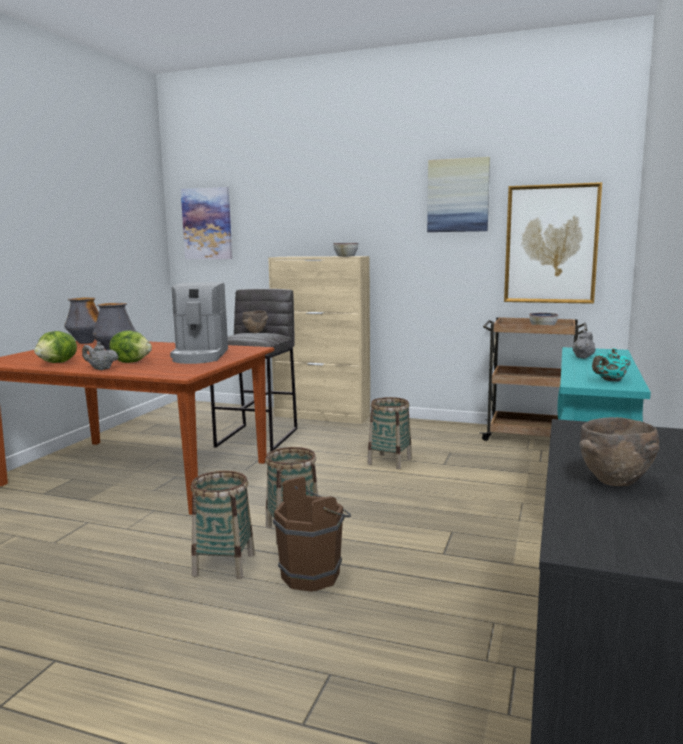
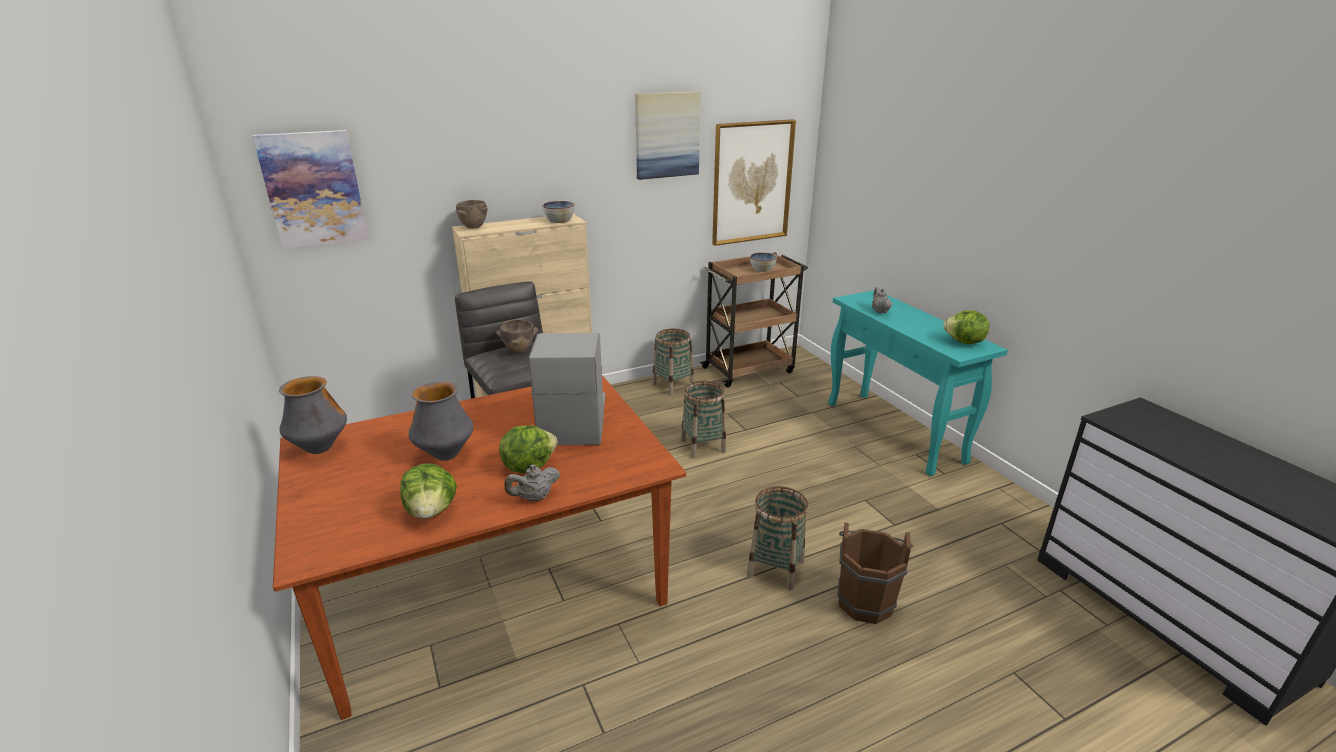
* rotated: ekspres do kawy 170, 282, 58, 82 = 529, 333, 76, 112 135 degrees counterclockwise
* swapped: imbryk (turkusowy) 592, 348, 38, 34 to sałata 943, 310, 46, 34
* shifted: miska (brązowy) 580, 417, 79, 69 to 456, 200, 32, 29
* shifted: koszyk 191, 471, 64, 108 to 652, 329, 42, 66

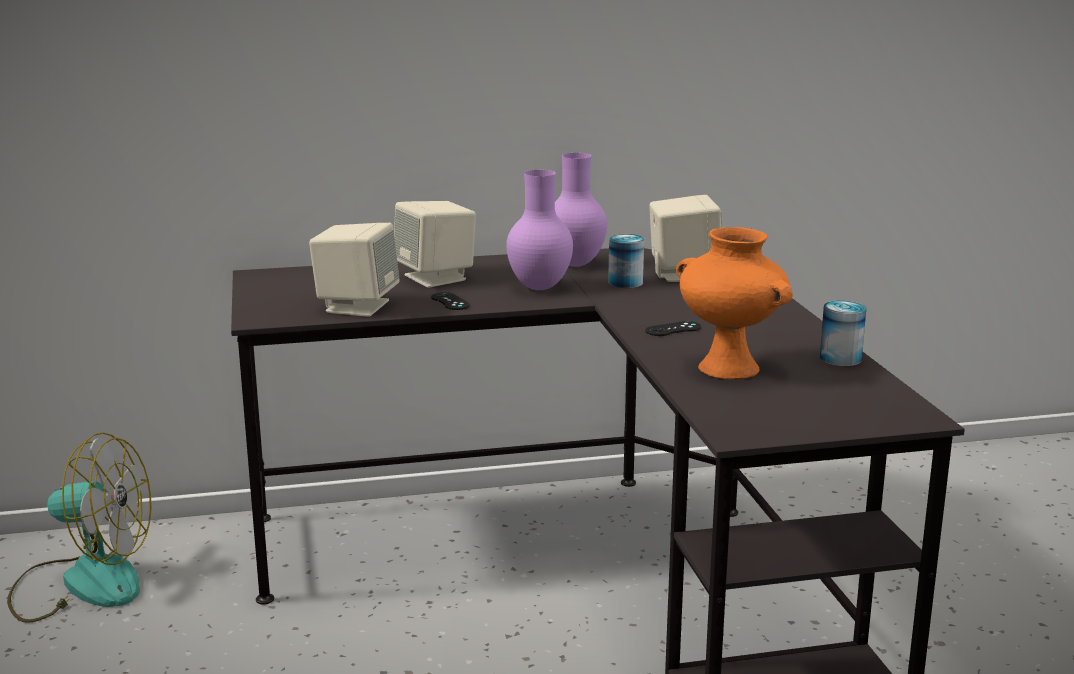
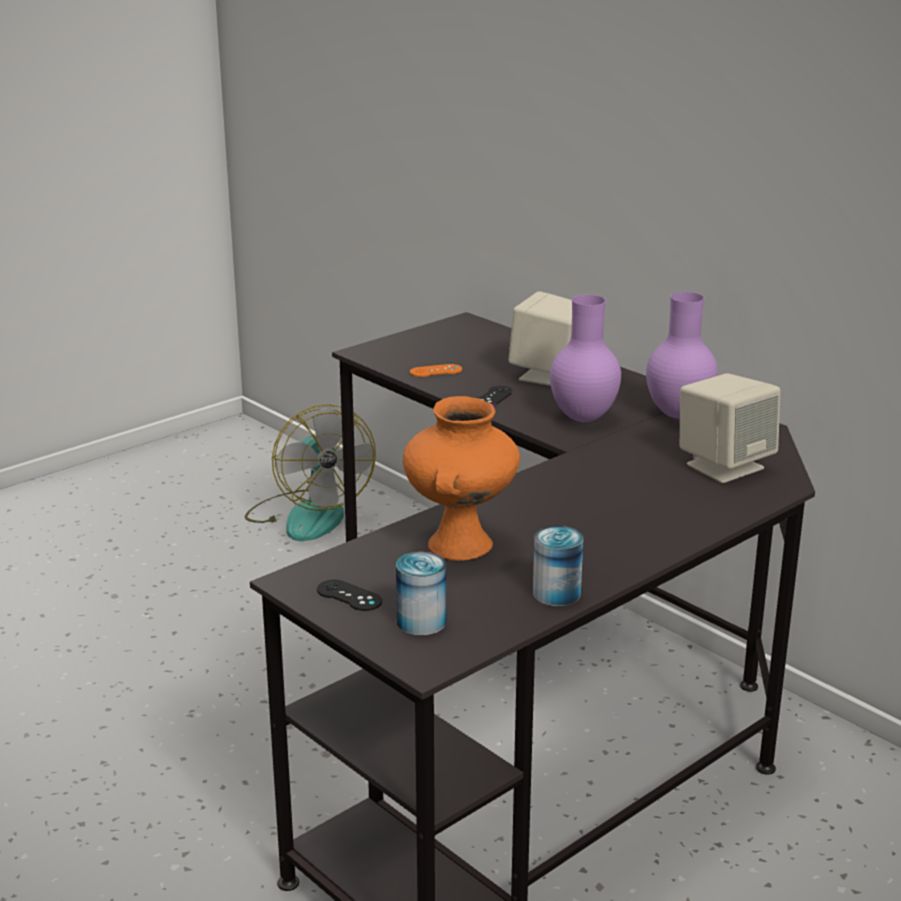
* swapped: głośnik (beżowy) 309, 223, 91, 94 to pad do gier (pomarańczowy) 410, 364, 52, 13
* shifted: puszka 608, 234, 36, 54 to 396, 552, 50, 83
* shifted: pad do gier (czarny) 645, 321, 56, 15 to 317, 580, 65, 31

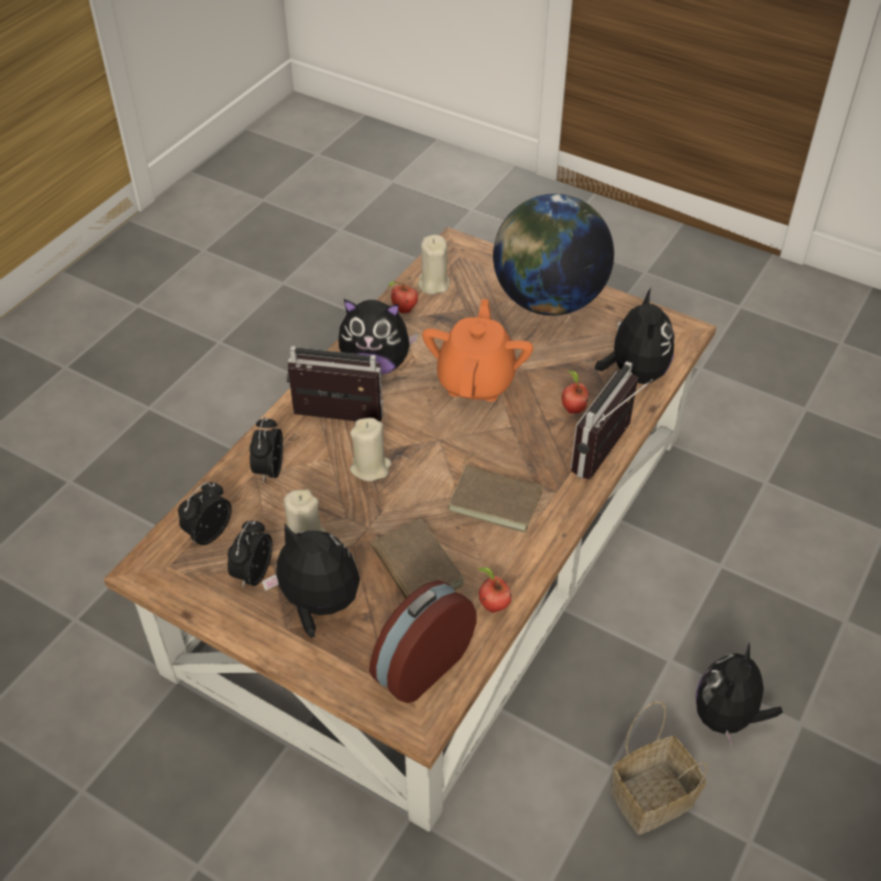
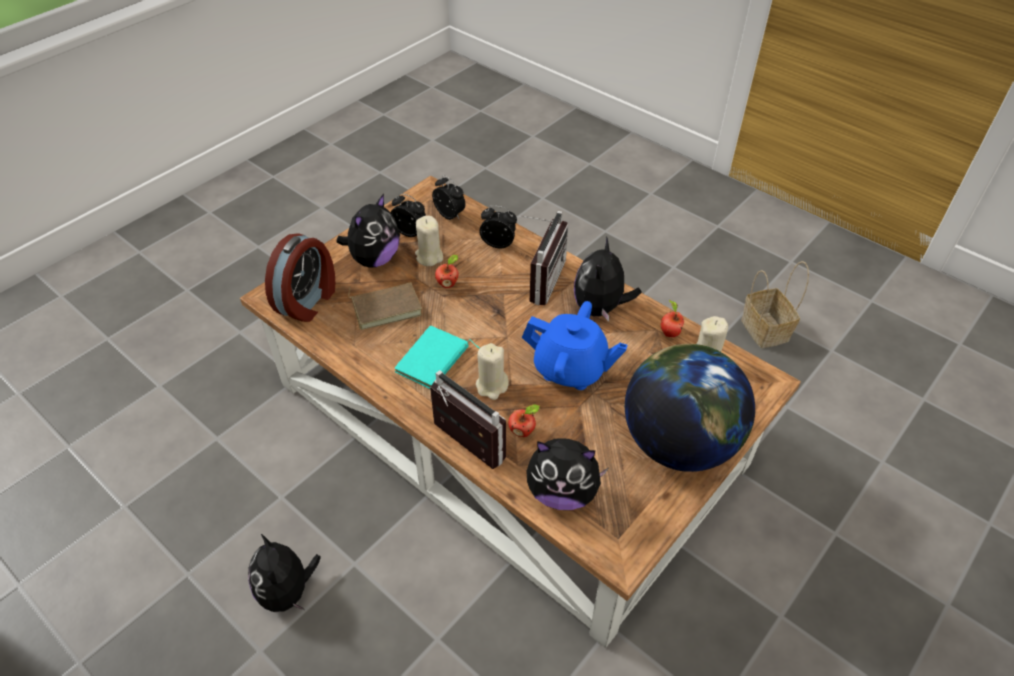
* repainted: imbryk (pomarańczowy) 422, 299, 111, 103 to imbryk (niebieski) 522, 301, 105, 89
* shifted: świeca (beżowy) 350, 418, 42, 63 to 476, 343, 33, 57
* repainted: książka (brązowy) 447, 453, 96, 80 to książka (turkusowy) 394, 326, 86, 63
* shifted: jabłko 478, 567, 34, 46 to 435, 255, 24, 33
* rotated: budzik 369, 580, 107, 123 = 265, 233, 70, 89 60 degrees clockwise
* rotated: pluszak 696, 643, 87, 105 = 248, 534, 73, 78 150 degrees counterclockwise
* shifted: koszyk 611, 701, 97, 134 to 741, 261, 68, 87

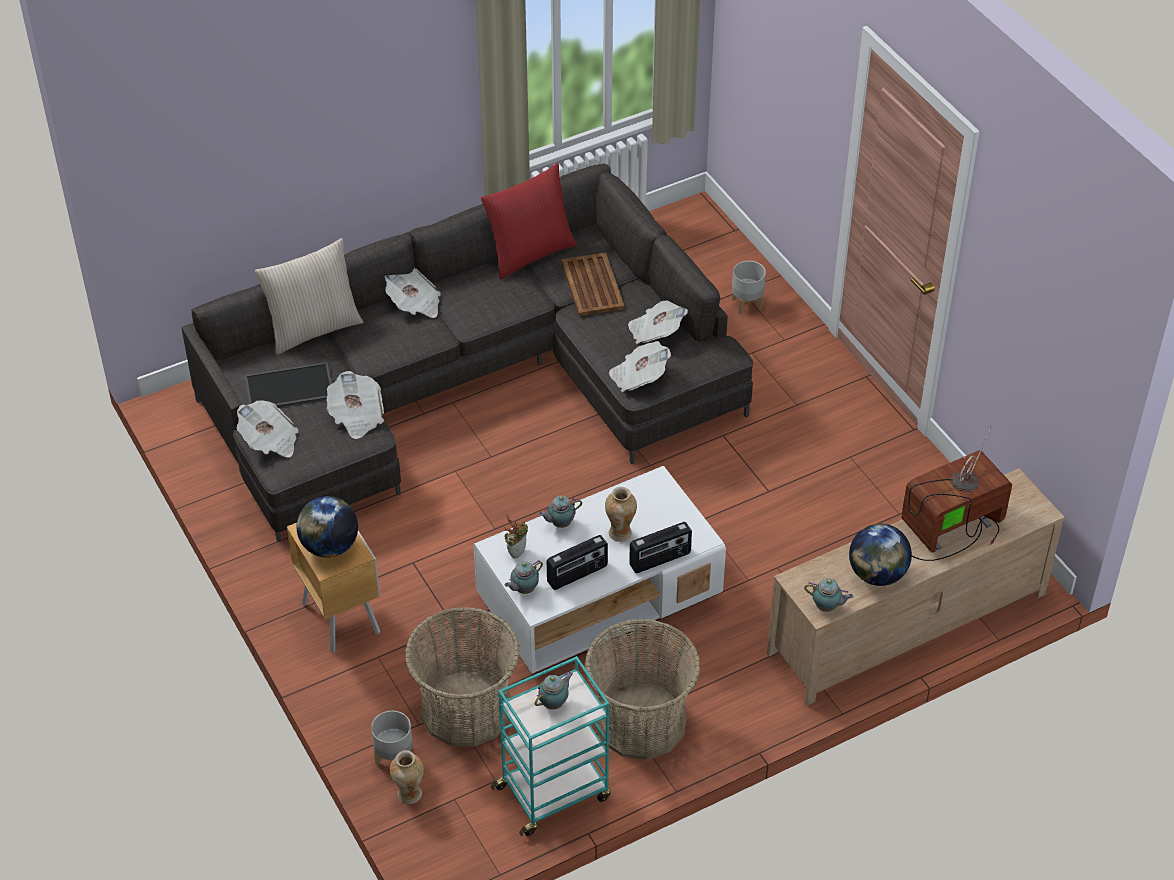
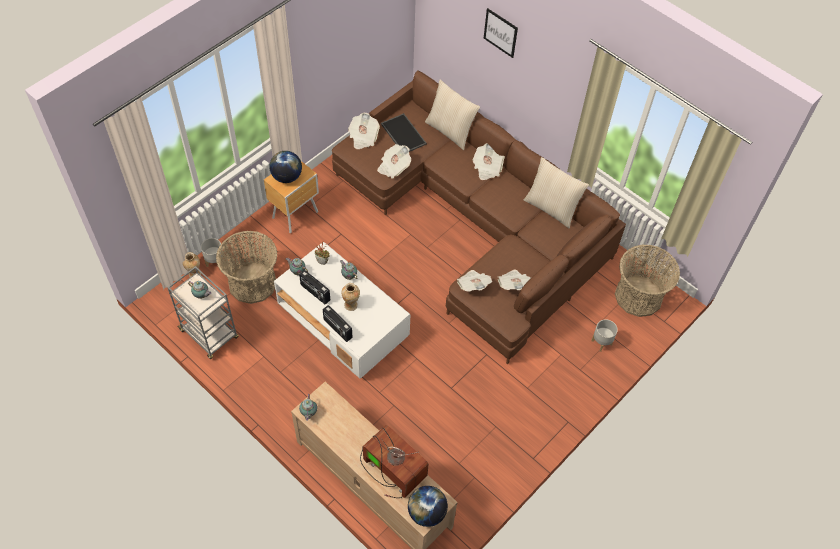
* repainted: kanapa (szary) 181, 163, 572, 379 to kanapa (brązowy) 332, 70, 294, 294
* repainted: poduszka (czerwony) 481, 163, 96, 116 to poduszka (beżowy) 524, 157, 65, 71
* gone: taca (brązowy) 561, 252, 63, 64
* shifted: globus 849, 524, 63, 62 to 408, 486, 40, 41
* shifted: koszyk 585, 618, 116, 142 to 615, 245, 65, 72
* repainted: wózek (turkusowy) 491, 656, 120, 180 to wózek (szary) 167, 266, 72, 93
* new: obraz 484, 8, 34, 50

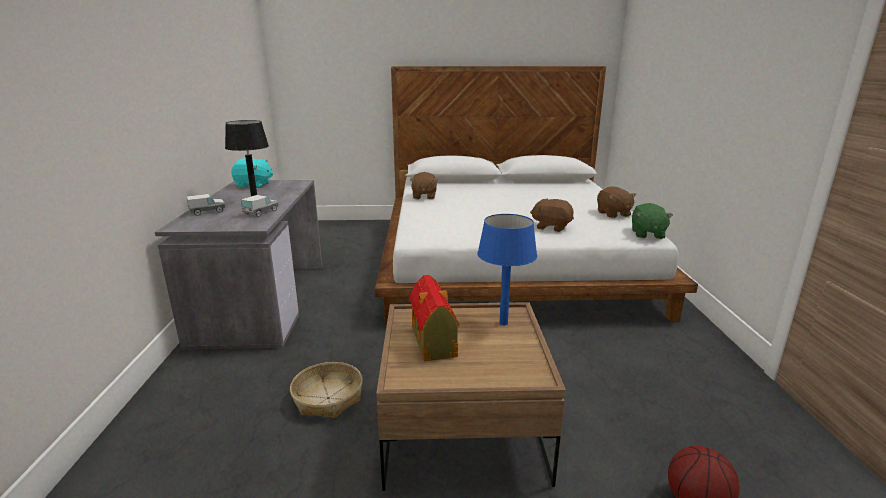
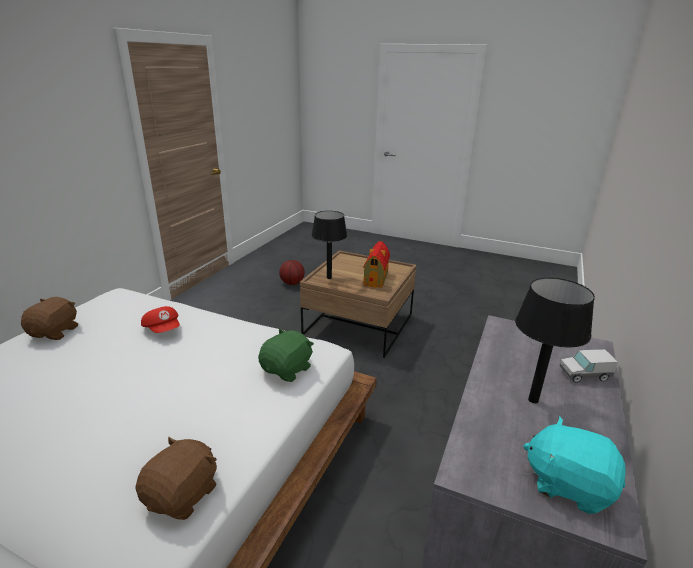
* gone: ciężarówka zabawkowa 240, 195, 38, 22
* swapped: pluszak (brązowy) 530, 199, 44, 33 to czapka z daszkiem (czerwony) 141, 306, 39, 27
* shifted: pluszak (zielony) 632, 203, 41, 36 to 258, 329, 56, 53
* repainted: lampa stołowa (niebieski) 477, 214, 60, 111 to lampa stołowa (czarny) 311, 211, 36, 68
* gone: koszyk 290, 362, 73, 57

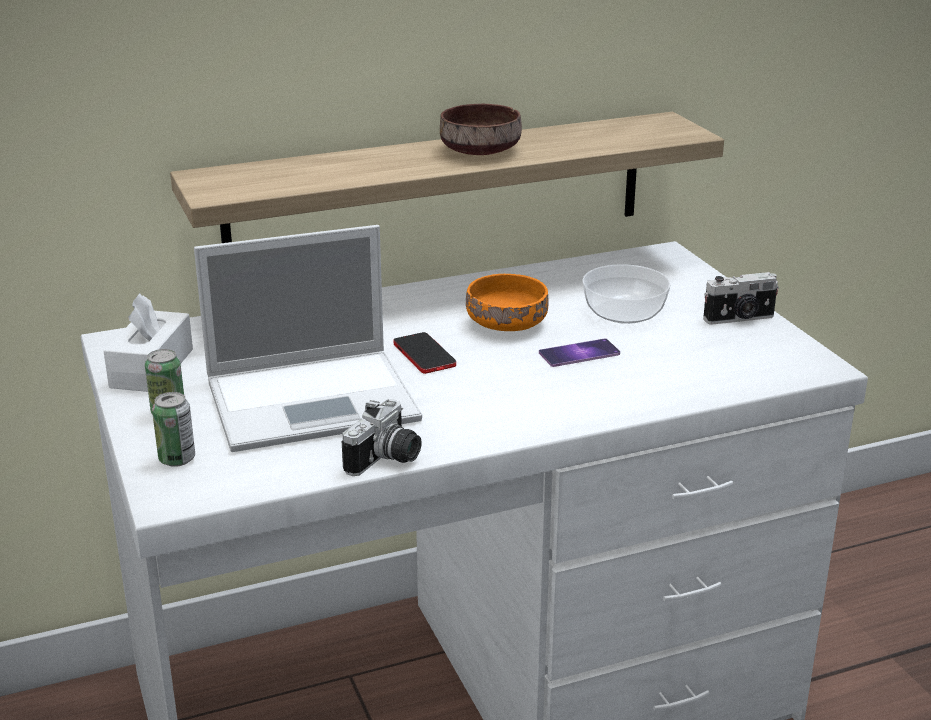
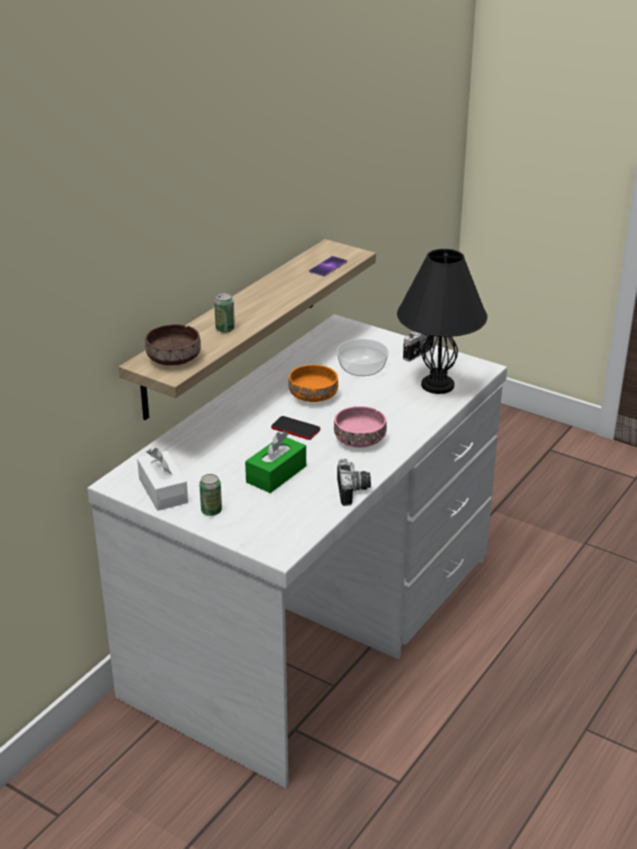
* shifted: miska (brązowy) 440, 104, 82, 51 to 145, 324, 56, 42
* swapped: laptop 194, 225, 228, 227 to pudełko chusteczek (zielony) 245, 431, 61, 62
* shifted: telefon 539, 338, 81, 29 to 309, 256, 38, 20
* shifted: puszka 152, 392, 43, 75 to 214, 293, 21, 40
* new: lampa stołowa (czarny) 397, 249, 91, 145
* new: miska (różowy) 334, 406, 53, 41

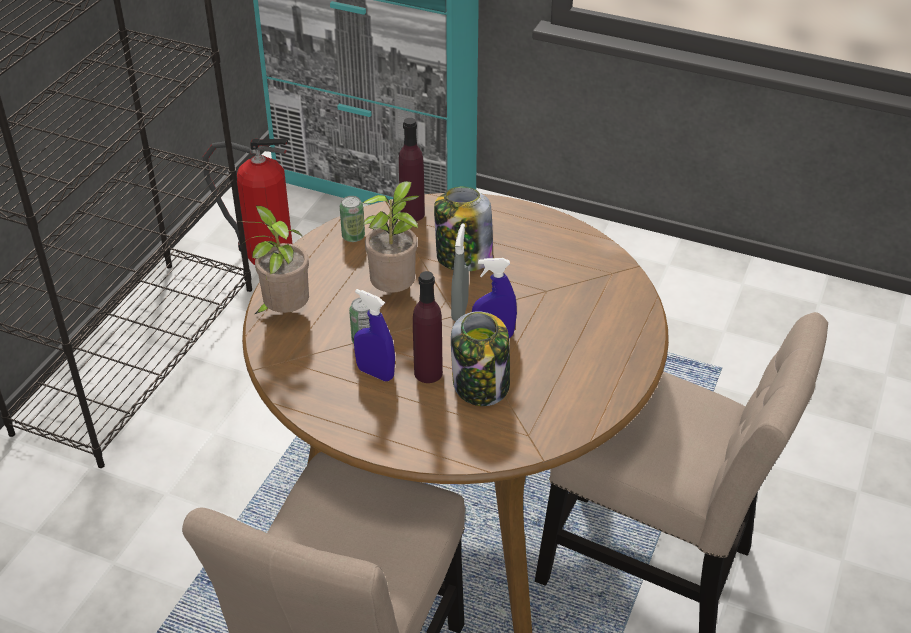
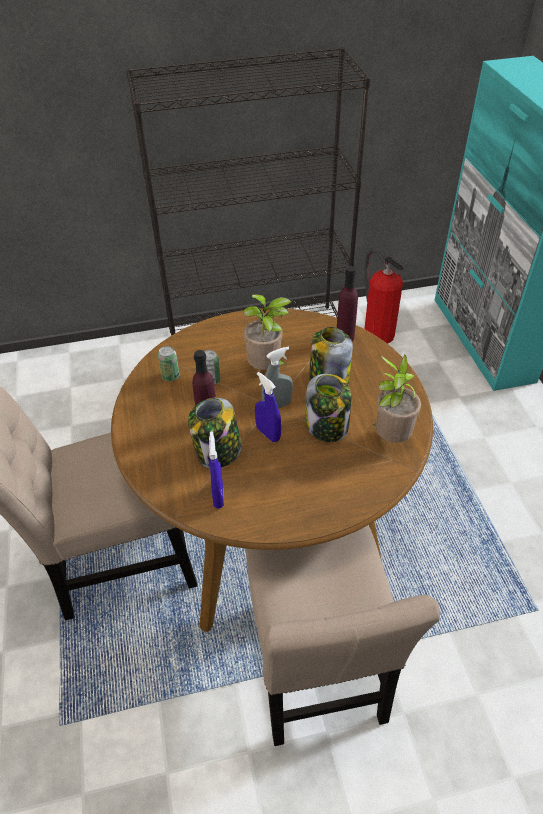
* shifted: puszka 340, 196, 25, 46 to 158, 346, 22, 35
* shifted: roślina doniczkowa 237, 206, 72, 108 to 373, 354, 48, 89
* shifted: spryskiwacz (niebieski) 354, 289, 41, 92 to 209, 431, 15, 78
* new: słoik 306, 374, 45, 68

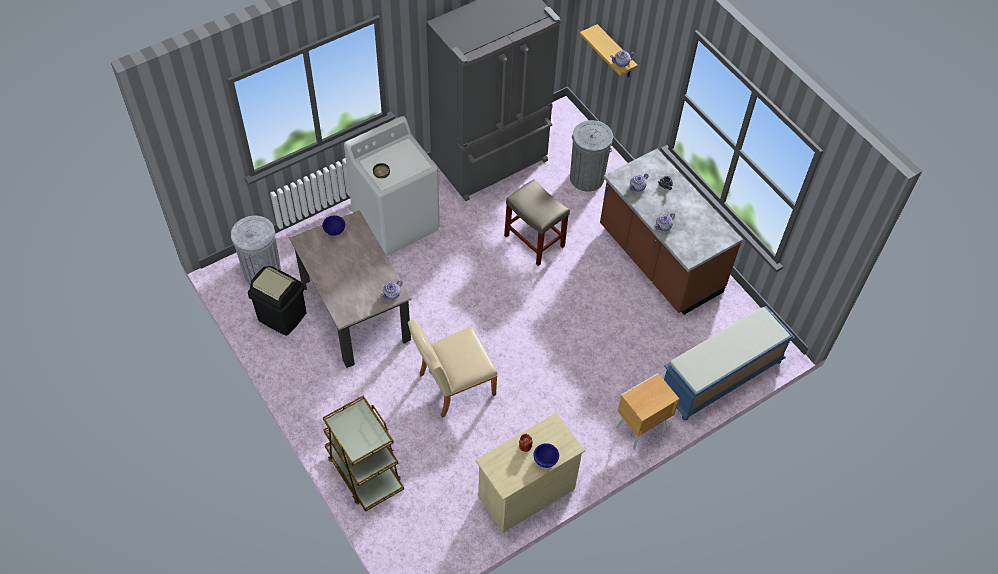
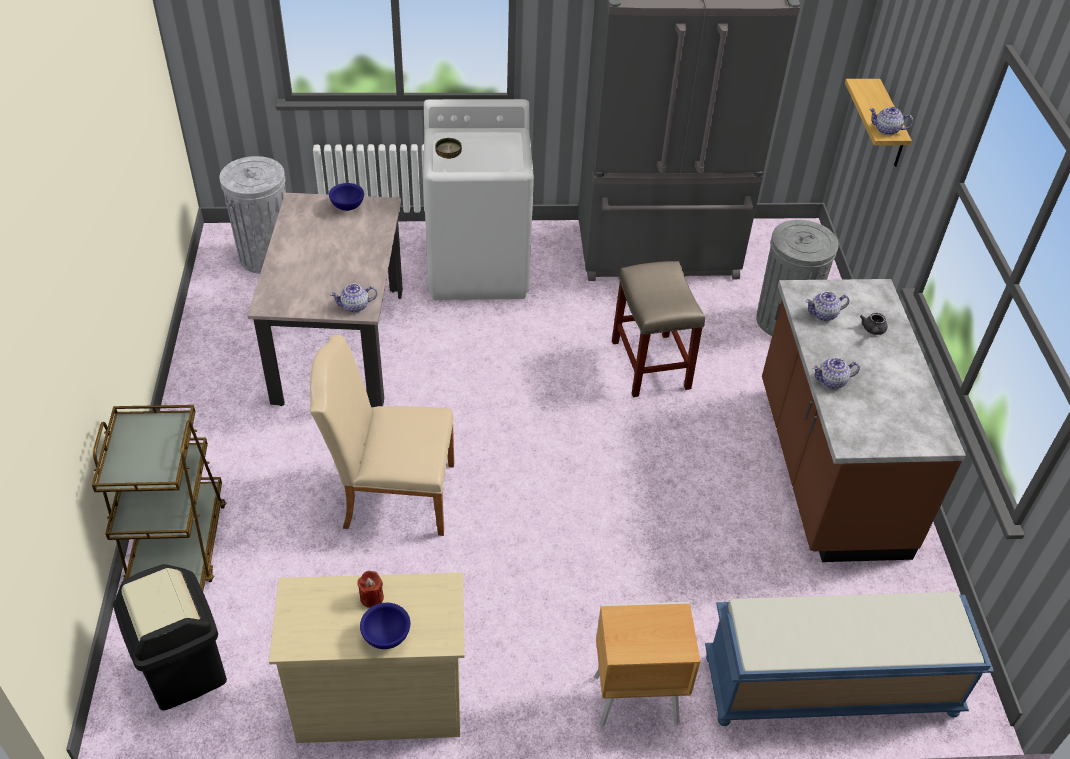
* shifted: kosz na śmieci (czarny) 248, 266, 58, 70 to 113, 564, 114, 146

